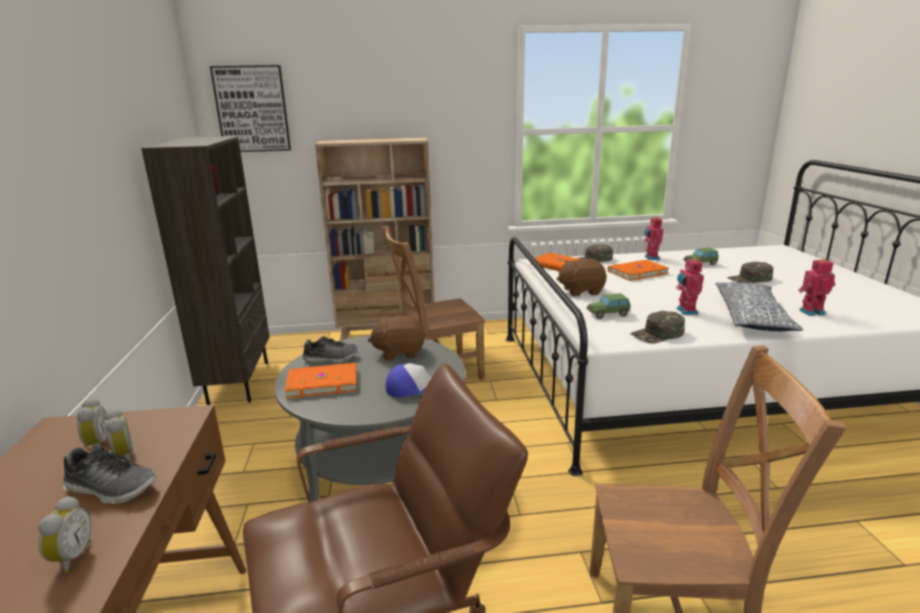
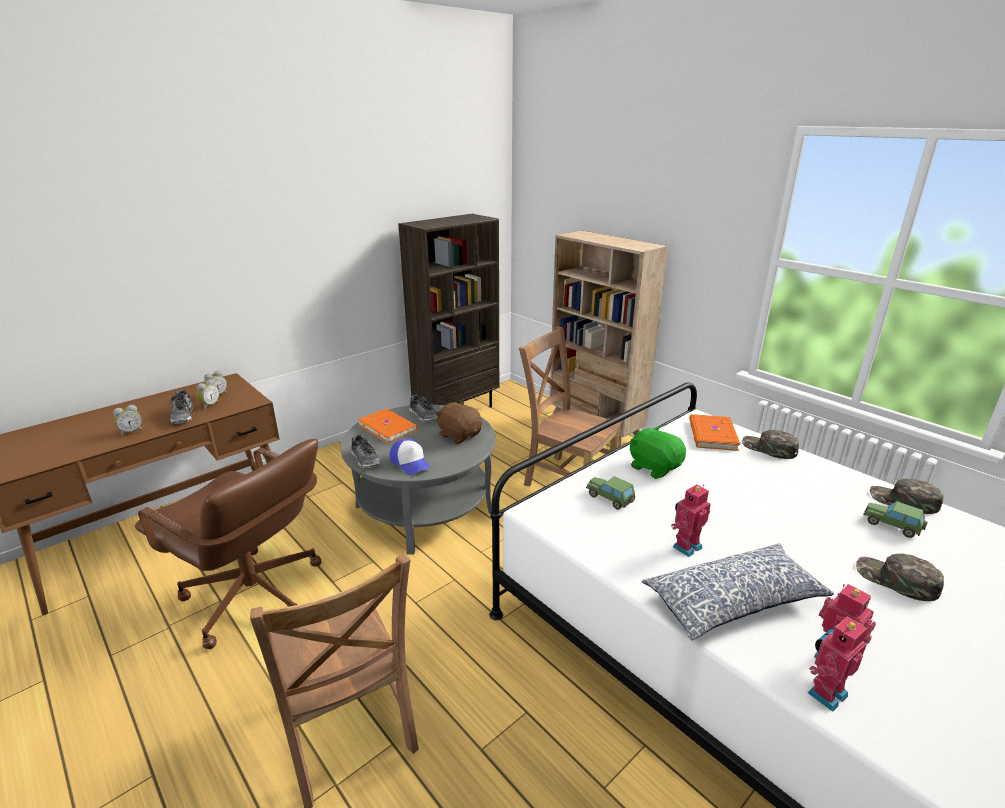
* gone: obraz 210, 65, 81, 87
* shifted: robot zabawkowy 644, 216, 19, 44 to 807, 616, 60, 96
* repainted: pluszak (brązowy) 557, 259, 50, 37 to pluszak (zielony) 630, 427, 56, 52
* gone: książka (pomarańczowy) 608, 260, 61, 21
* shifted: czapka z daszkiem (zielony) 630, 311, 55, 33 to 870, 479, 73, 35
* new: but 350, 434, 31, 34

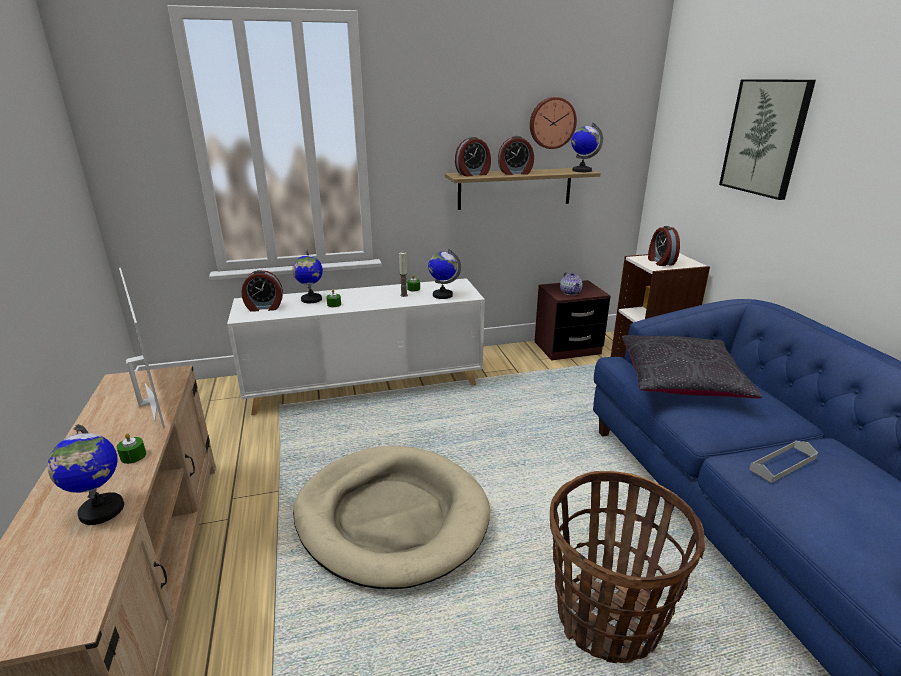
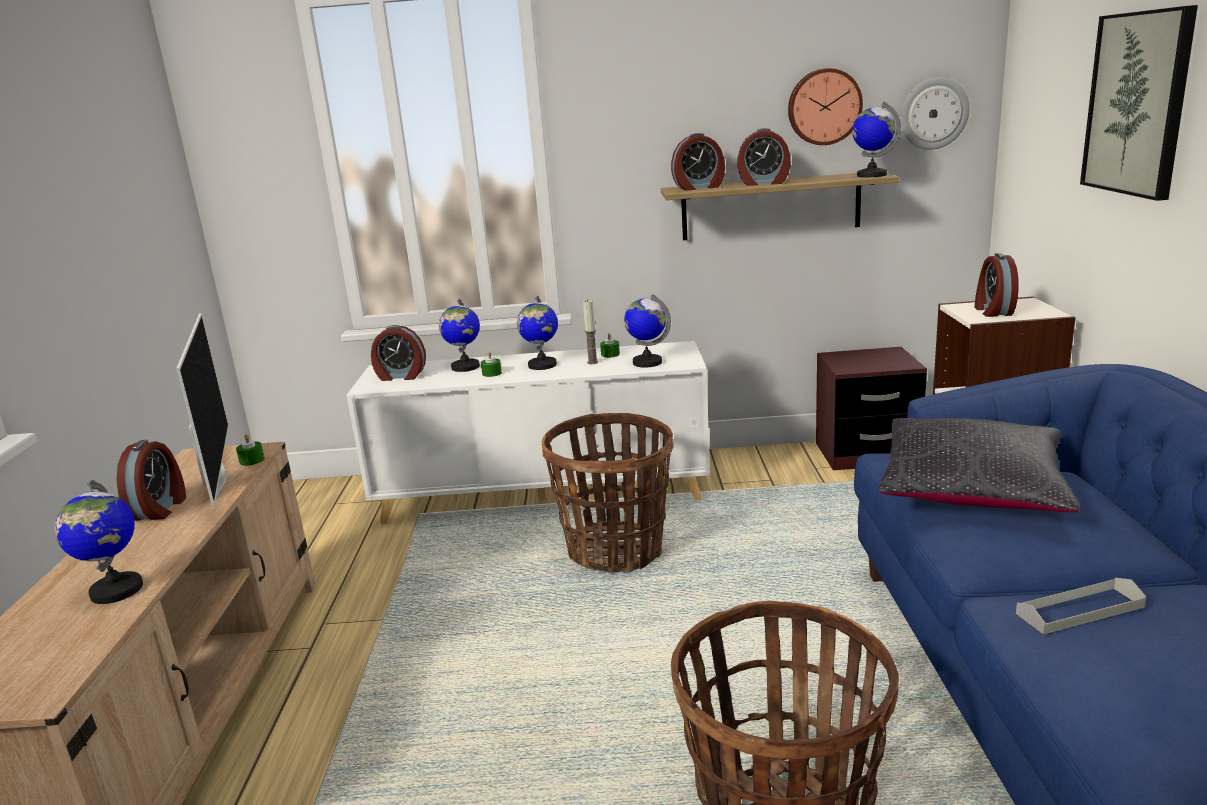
* gone: imbryk 560, 272, 23, 23
* shifted: świeca (zielony) 117, 433, 29, 31 to 236, 434, 29, 32
* gone: legowisko (beżowy) 293, 446, 197, 143
* new: zegar ścienny 900, 77, 70, 73
* new: globus 517, 296, 41, 74
* new: koszyk 542, 413, 131, 160
* new: budzik 117, 440, 69, 81

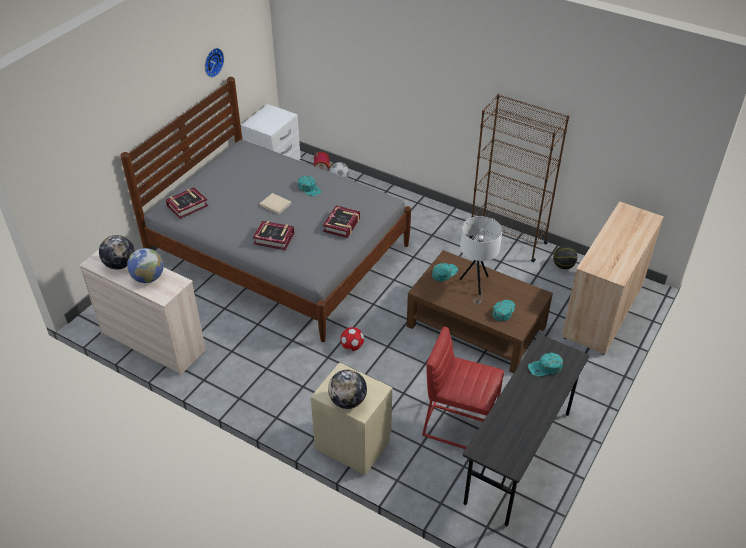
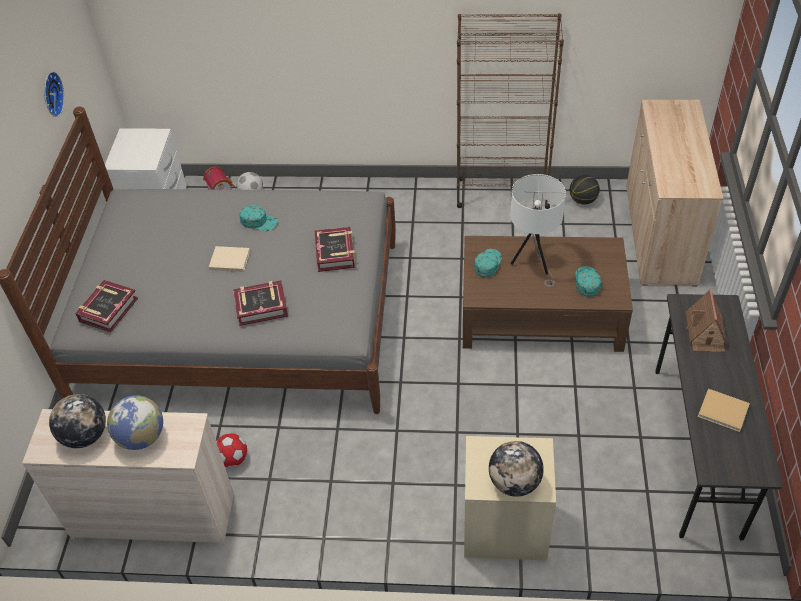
* gone: stołek (czerwony) 422, 326, 82, 123
* shifted: piłka futbolowa 340, 327, 24, 24 to 216, 433, 31, 34
* swapped: czapka z daszkiem (turkusowy) 528, 353, 35, 23 to domek 686, 288, 41, 64
* new: książka (beżowy) 698, 389, 52, 43

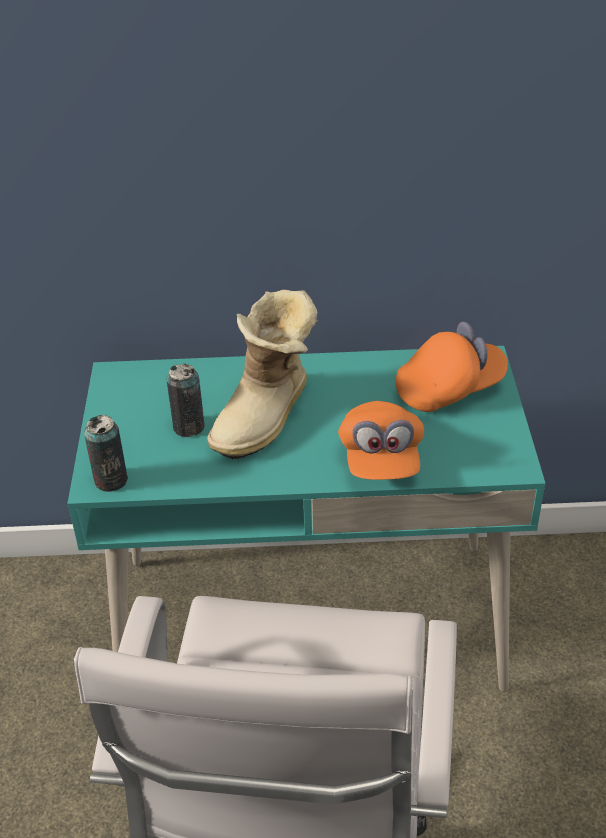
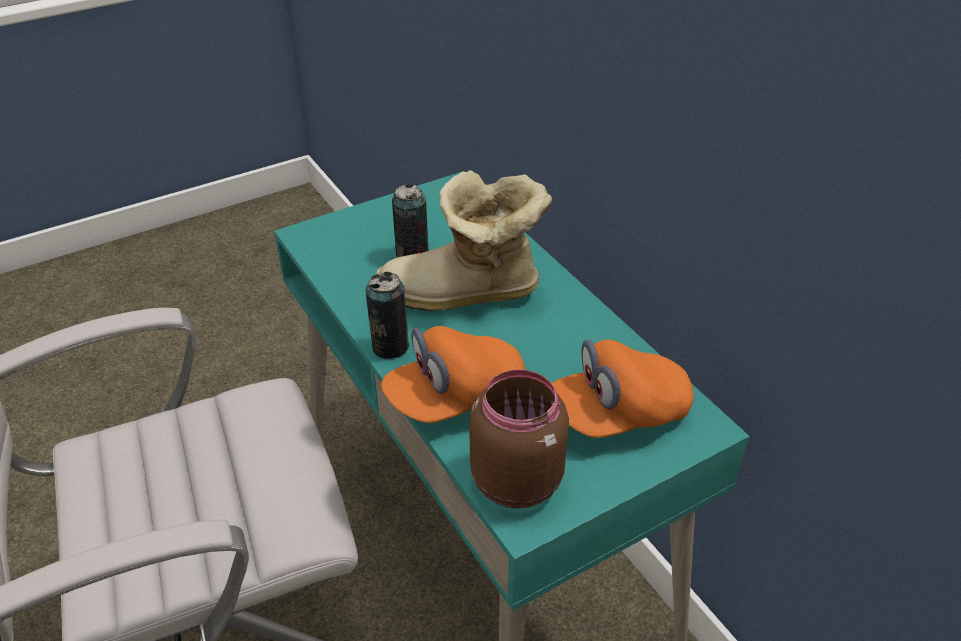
* rotated: czapka z daszkiem (pomarańczowy) 396, 322, 112, 90 = 552, 339, 142, 99 120 degrees clockwise
* shifted: puszka 84, 415, 44, 77 to 366, 272, 44, 87
* new: słoik (brązowy) 469, 369, 100, 140

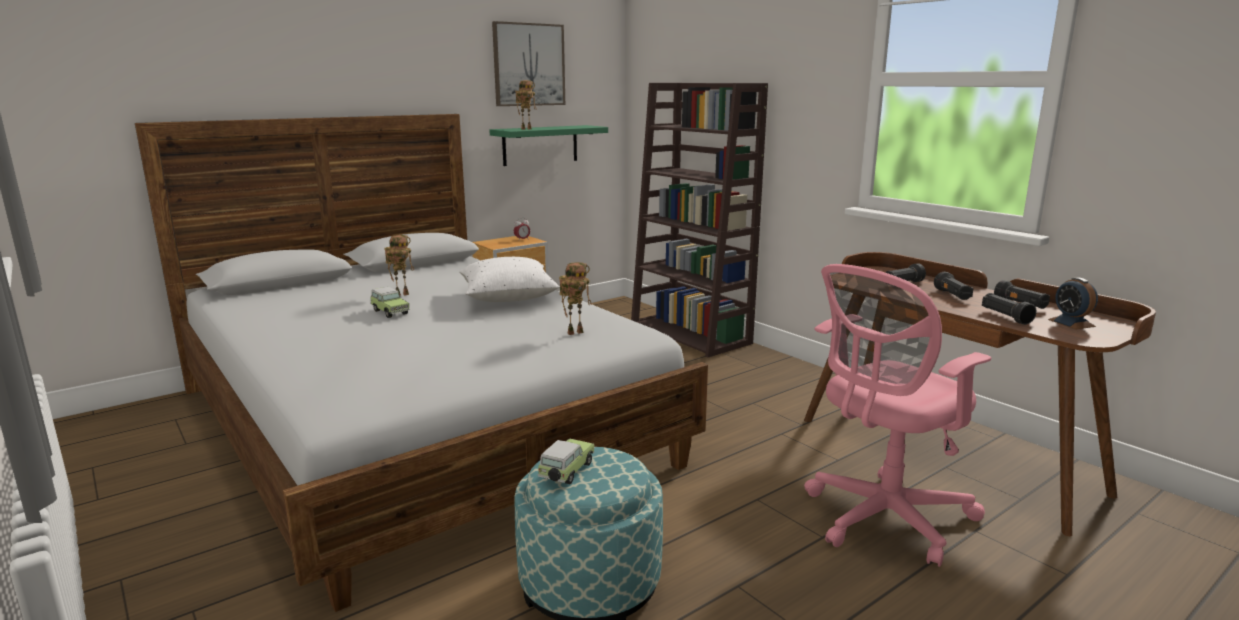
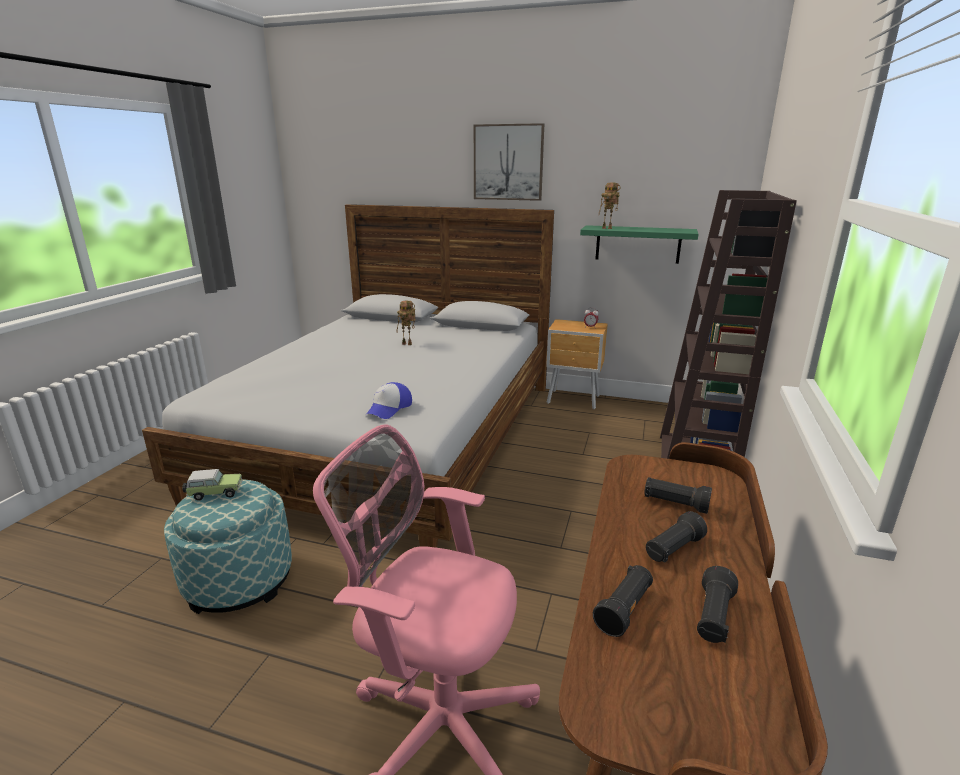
* shifted: obraz 492, 21, 73, 85 to 474, 123, 70, 78
* gone: poduszka (biały) 459, 257, 101, 45
* swapped: robot zabawkowy 559, 262, 32, 73 to czapka z daszkiem 365, 382, 47, 37
* gone: budzik 1048, 278, 50, 51
* gone: samochodzik 370, 287, 40, 31

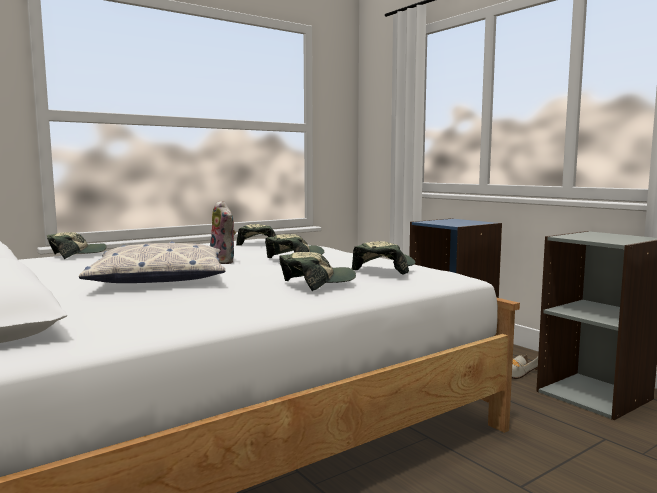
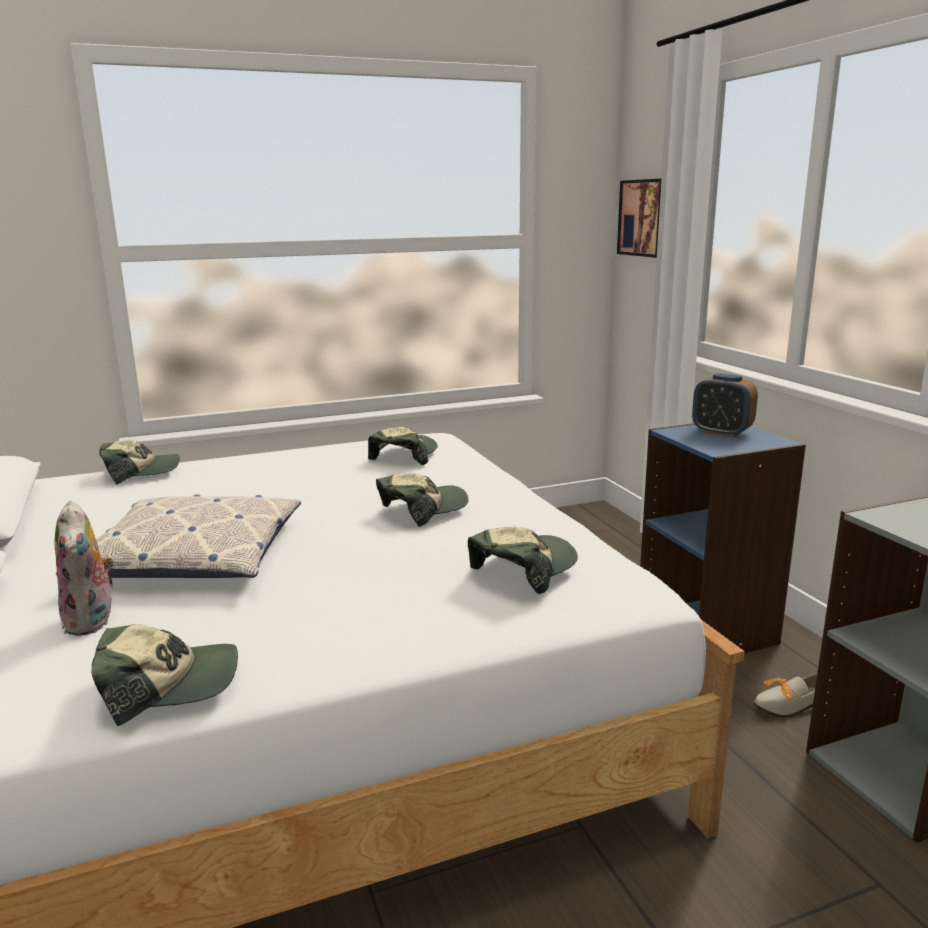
* shifted: pluszak 210, 200, 26, 64 to 54, 501, 61, 135
* shifted: czapka z daszkiem 279, 252, 77, 39 to 91, 624, 147, 102
* new: obraz 617, 179, 44, 79
* new: budzik 692, 373, 66, 65

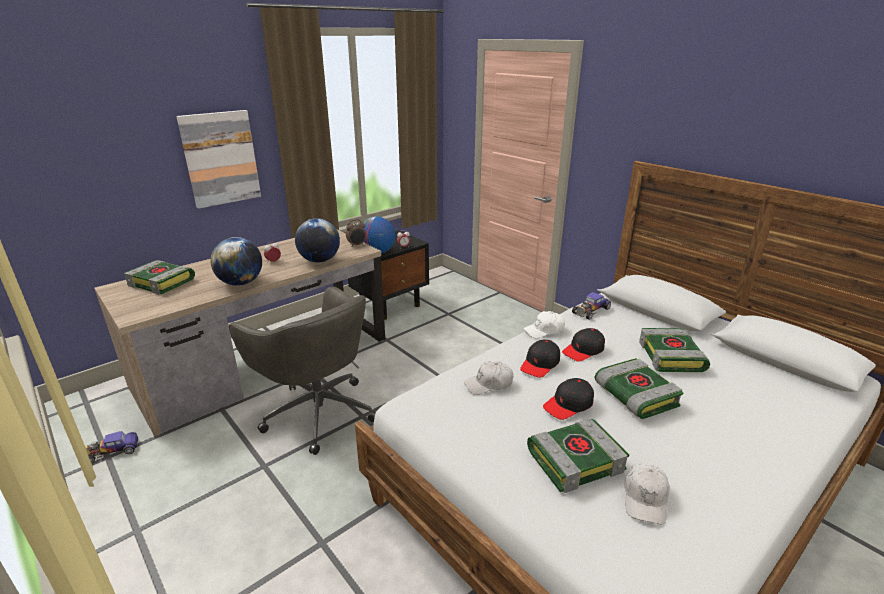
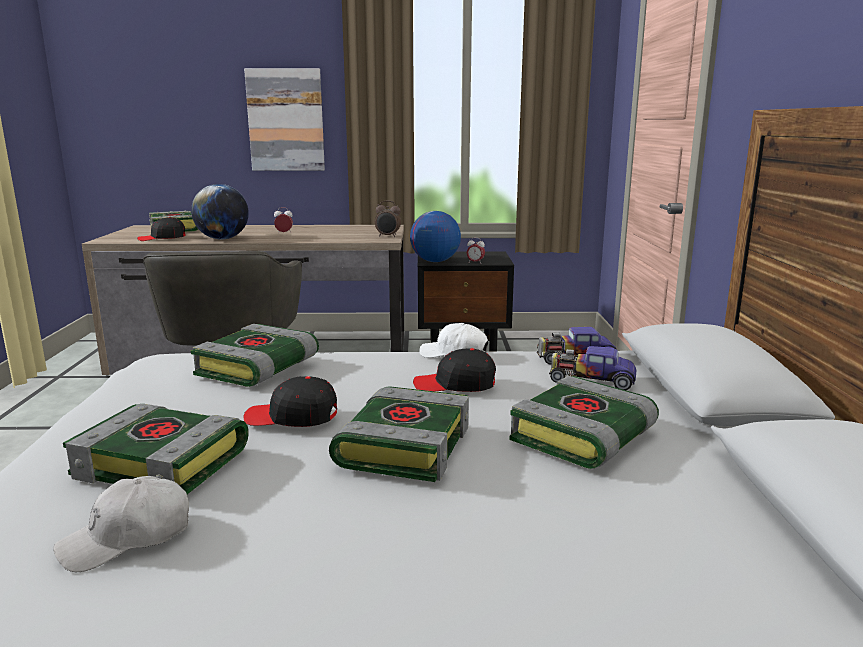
* gone: globus 295, 218, 45, 45
* shifted: czapka z daszkiem (czarny) 520, 340, 40, 38 to 137, 217, 49, 24
* swapped: czapka z daszkiem (biały) 464, 361, 49, 34 to książka 191, 324, 128, 63
* shifted: samochodzik 85, 431, 53, 32 to 549, 346, 87, 44

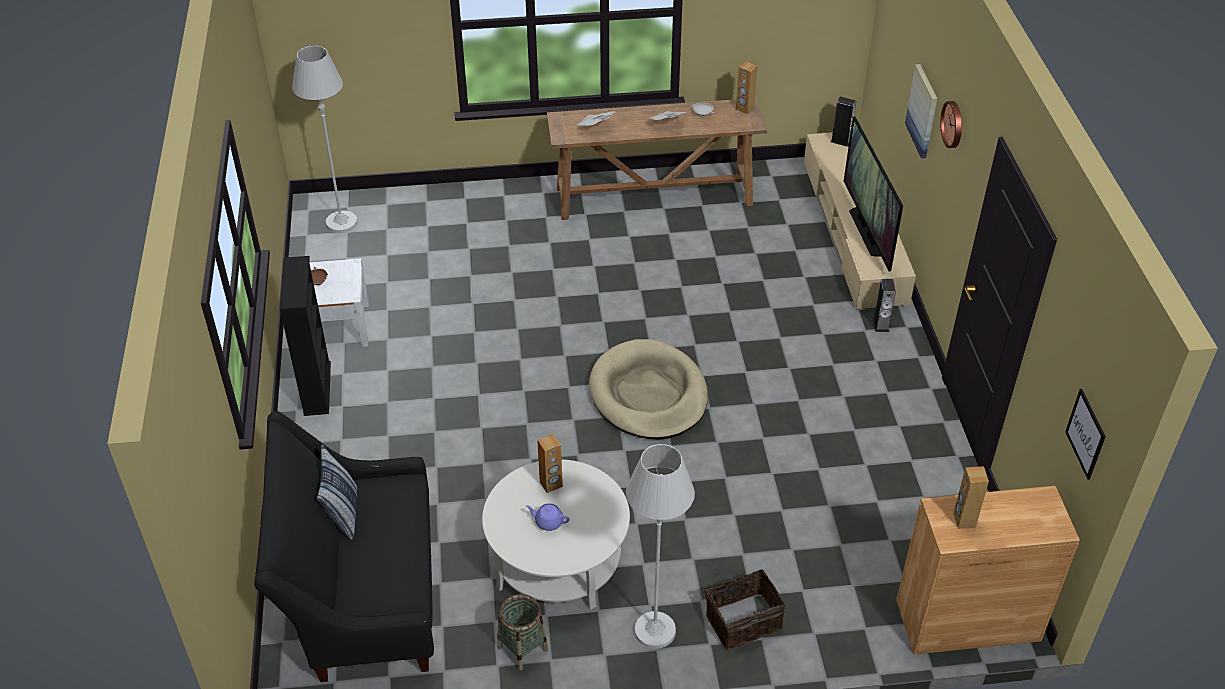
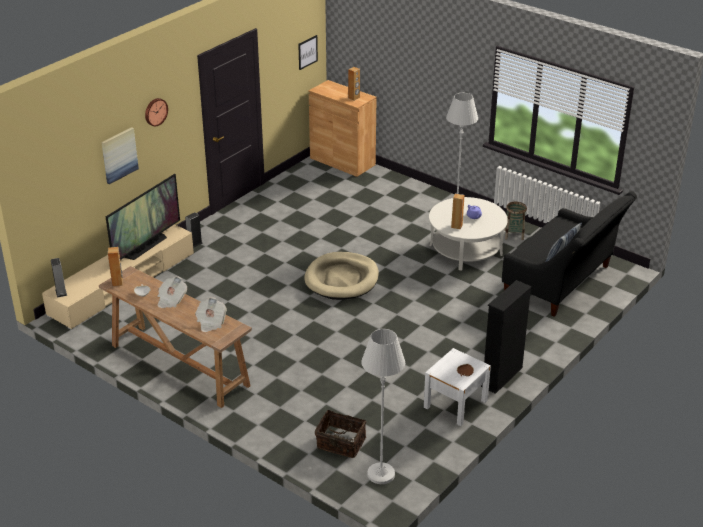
* shifted: koszyk 704, 569, 81, 81 to 315, 410, 51, 48

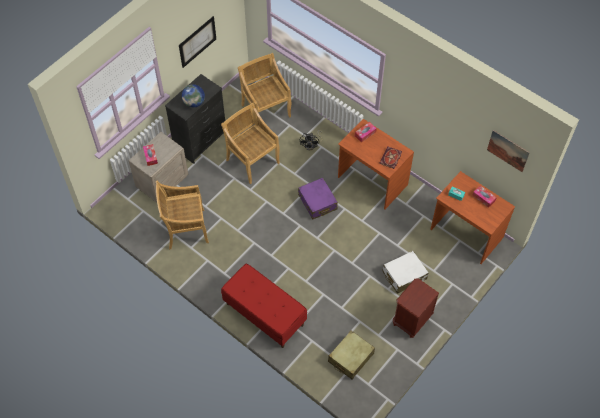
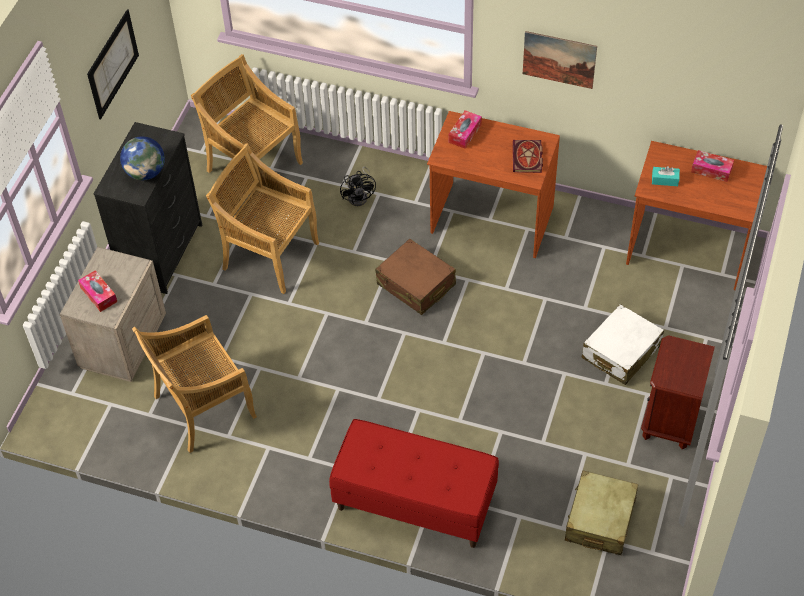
* shifted: obraz 487, 130, 43, 42 to 523, 31, 74, 58
* repainted: walizka (fioletowy) 298, 178, 40, 41 to walizka (brązowy) 375, 239, 81, 76

